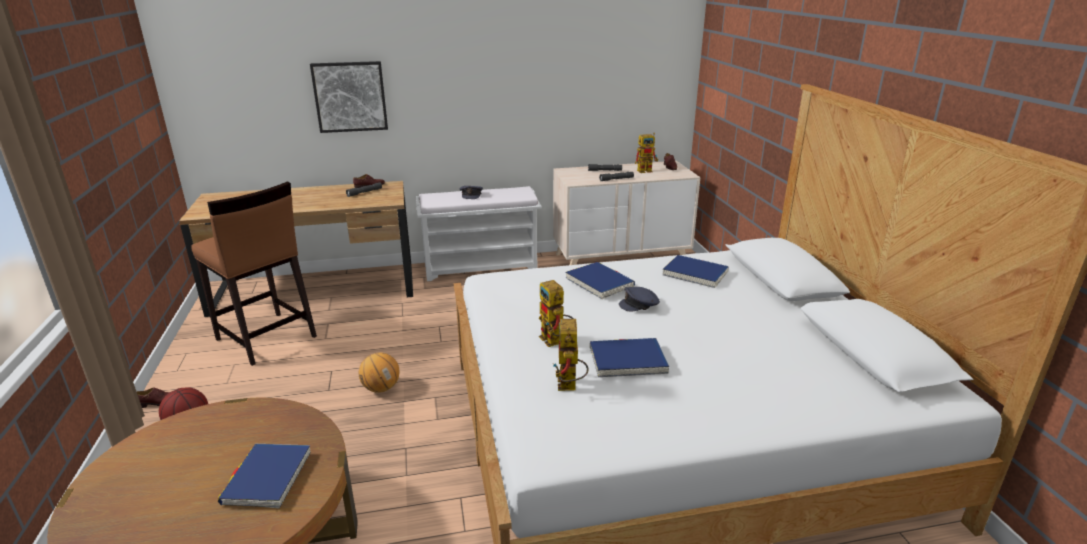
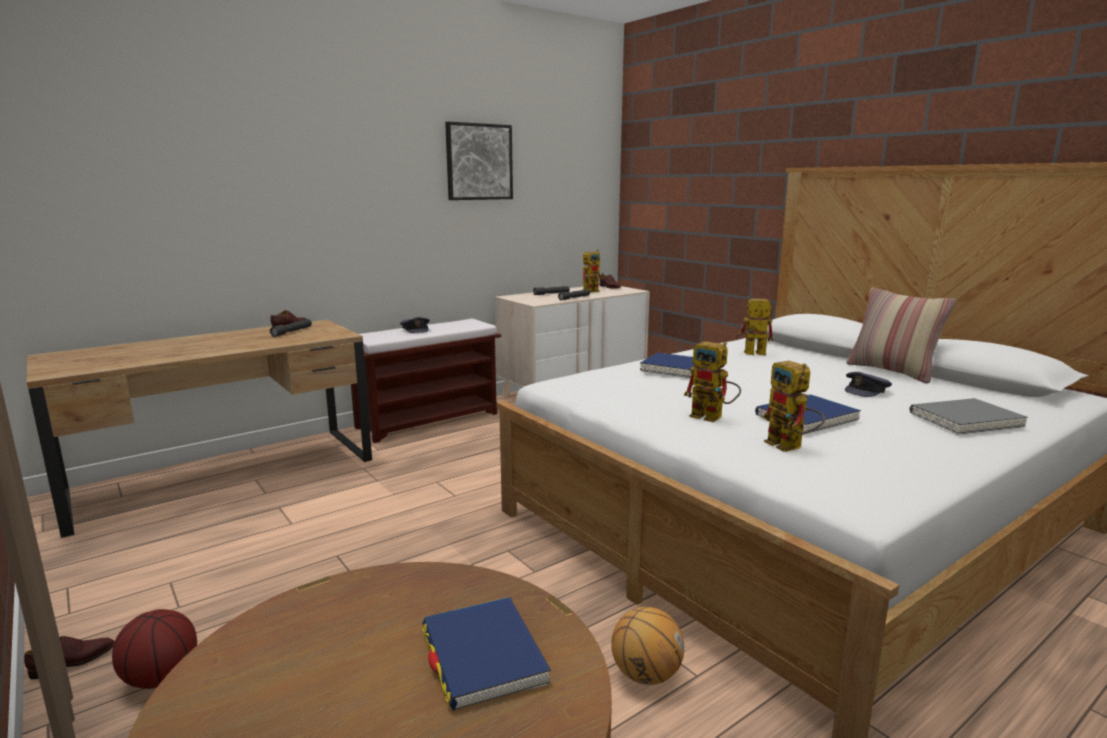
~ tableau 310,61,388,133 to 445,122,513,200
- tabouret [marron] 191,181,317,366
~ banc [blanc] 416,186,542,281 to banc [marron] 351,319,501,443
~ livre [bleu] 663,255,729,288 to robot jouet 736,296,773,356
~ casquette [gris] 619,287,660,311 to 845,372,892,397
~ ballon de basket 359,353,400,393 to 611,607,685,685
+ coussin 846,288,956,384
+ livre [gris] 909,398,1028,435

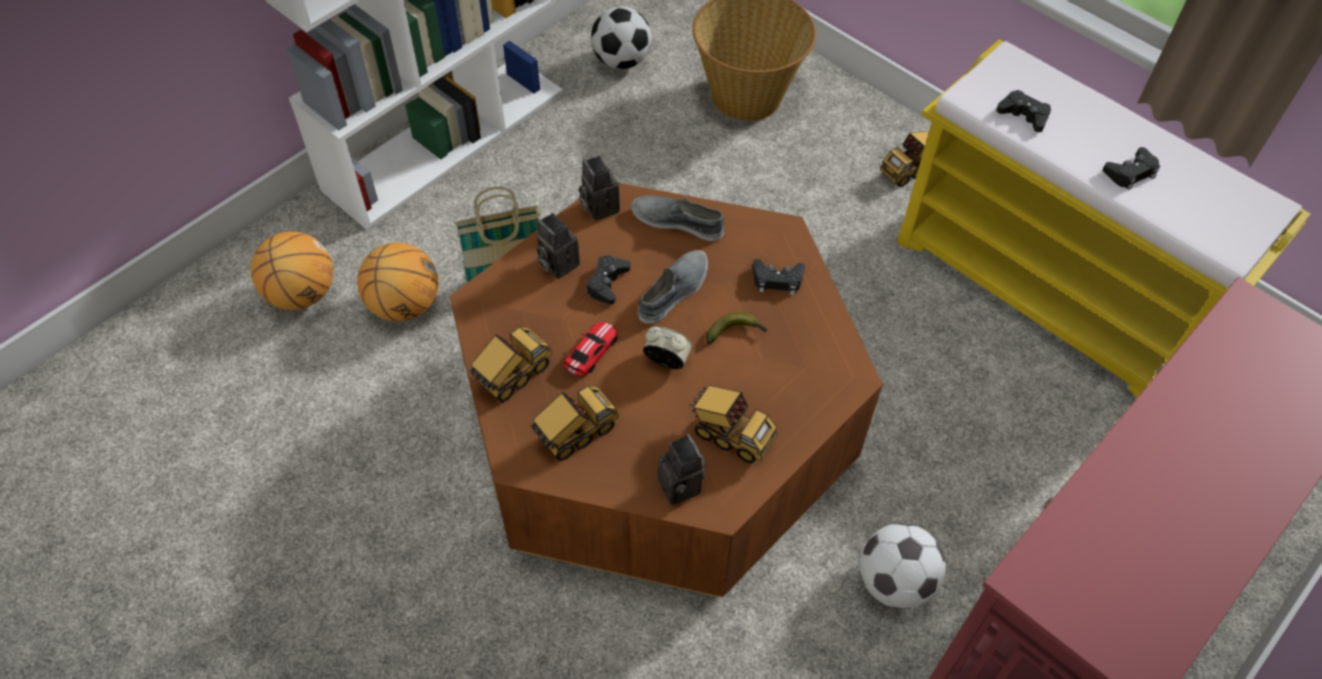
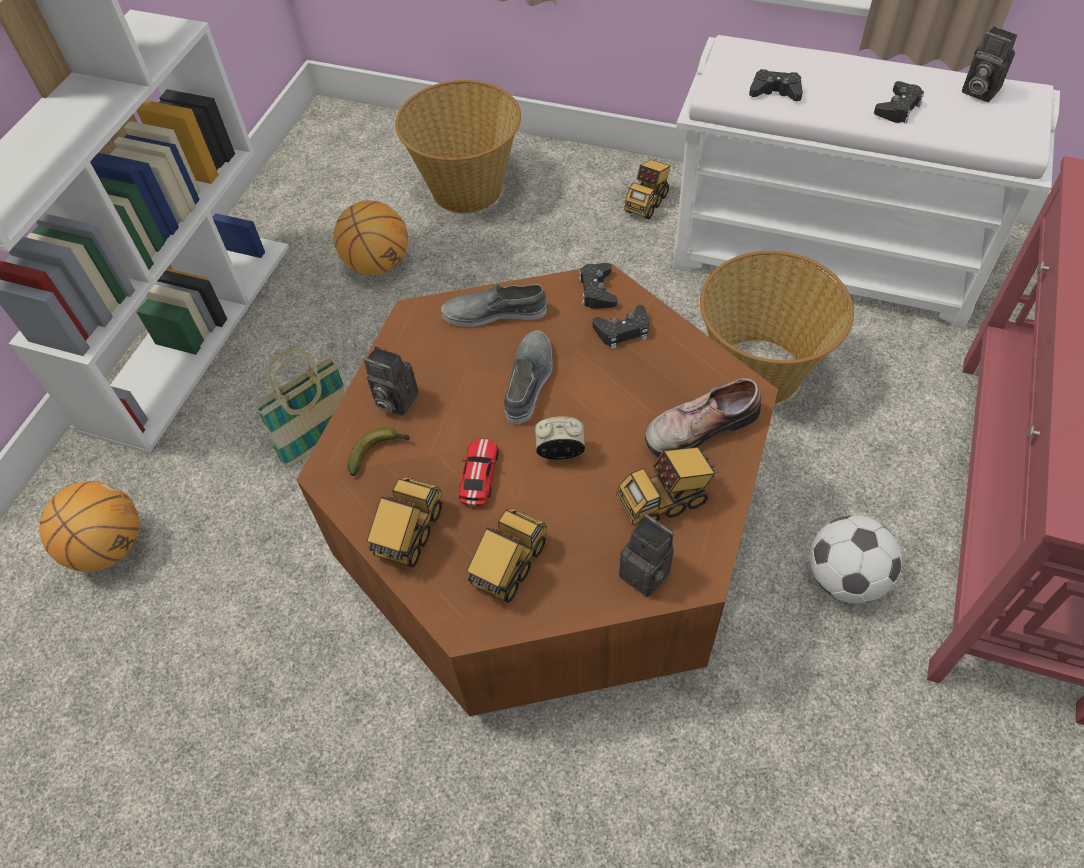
- ballon de foot 591,6,652,69
~ banc [jaune] 897,39,1310,398 to banc [blanc] 673,35,1060,329
~ appareil photo 579,156,620,221 to 962,27,1017,102
~ ballon de basket 357,243,438,321 to 334,201,408,275
~ manette [noir] 586,255,631,305 to 579,263,618,309
~ banane 706,312,768,344 to 347,427,410,476
~ camion jouet 690,385,778,464 = 616,447,719,525 150 degrees clockwise
+ panier 700,251,854,404
+ chaussure 645,378,761,457

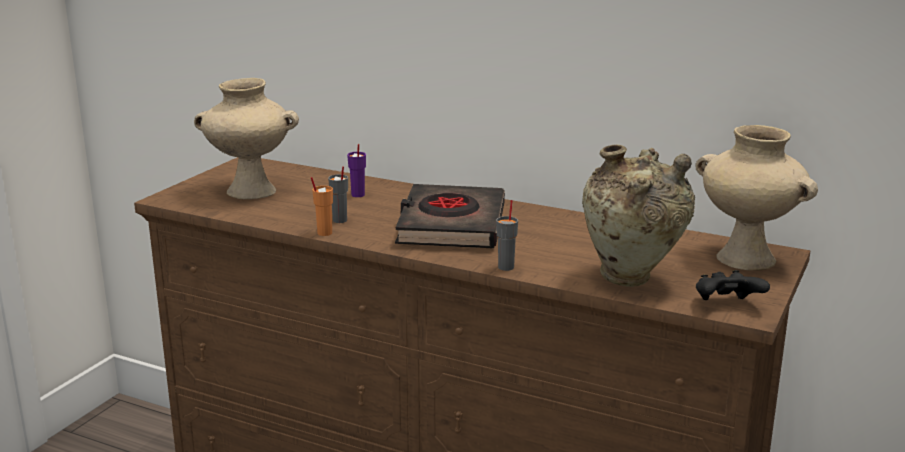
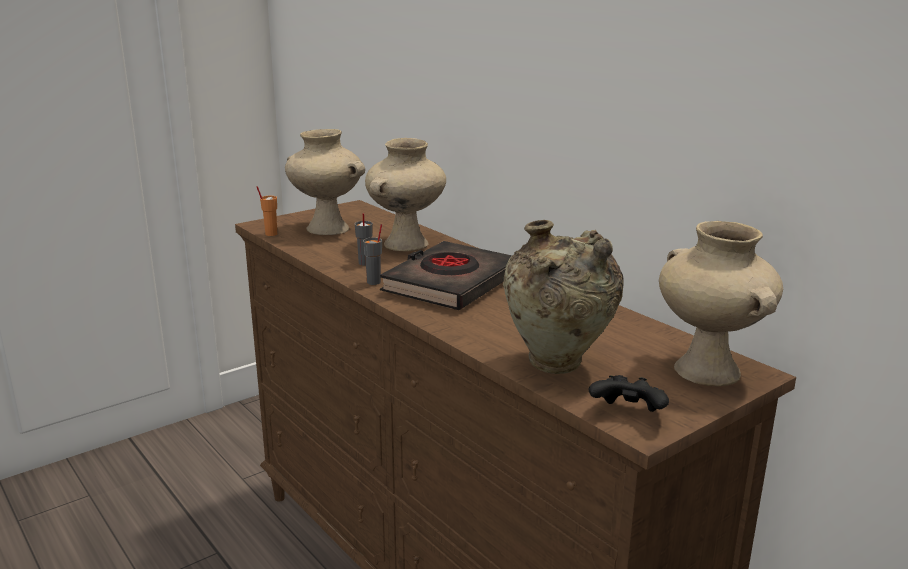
~ tasse [violet] 347,144,366,197 to vase [beige] 365,138,446,251
~ tasse [orange] 311,177,333,236 to 256,186,277,236
~ tasse [gris] 496,200,518,271 to 363,224,382,285

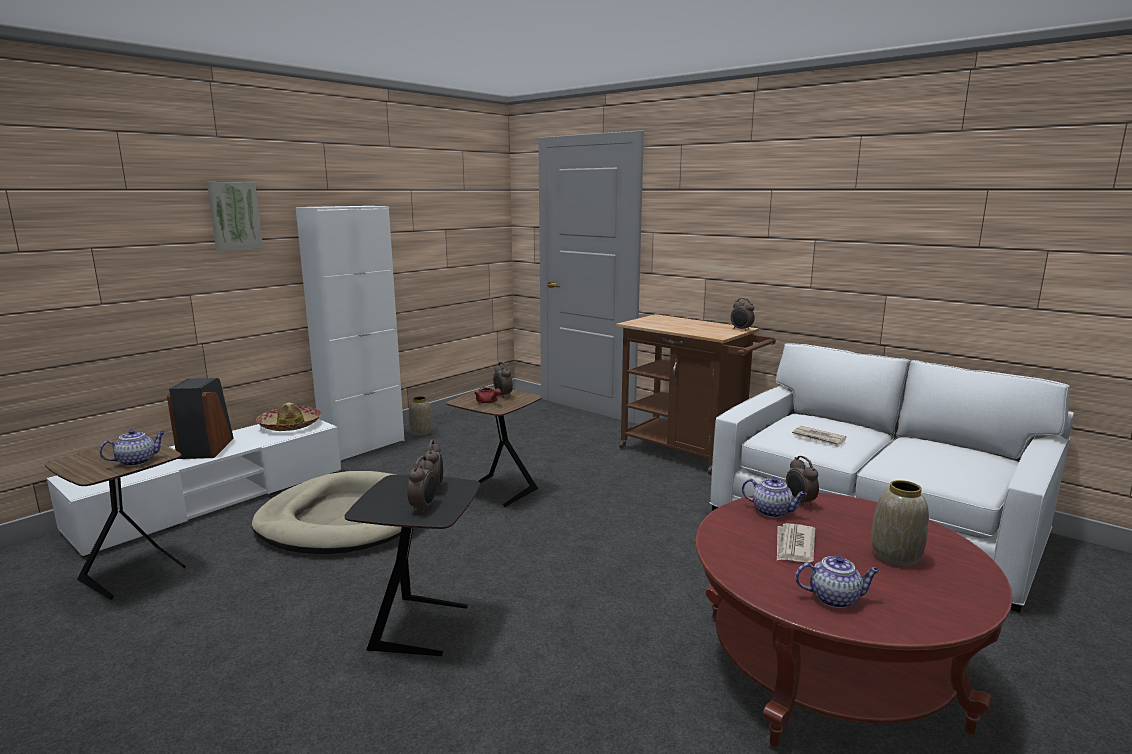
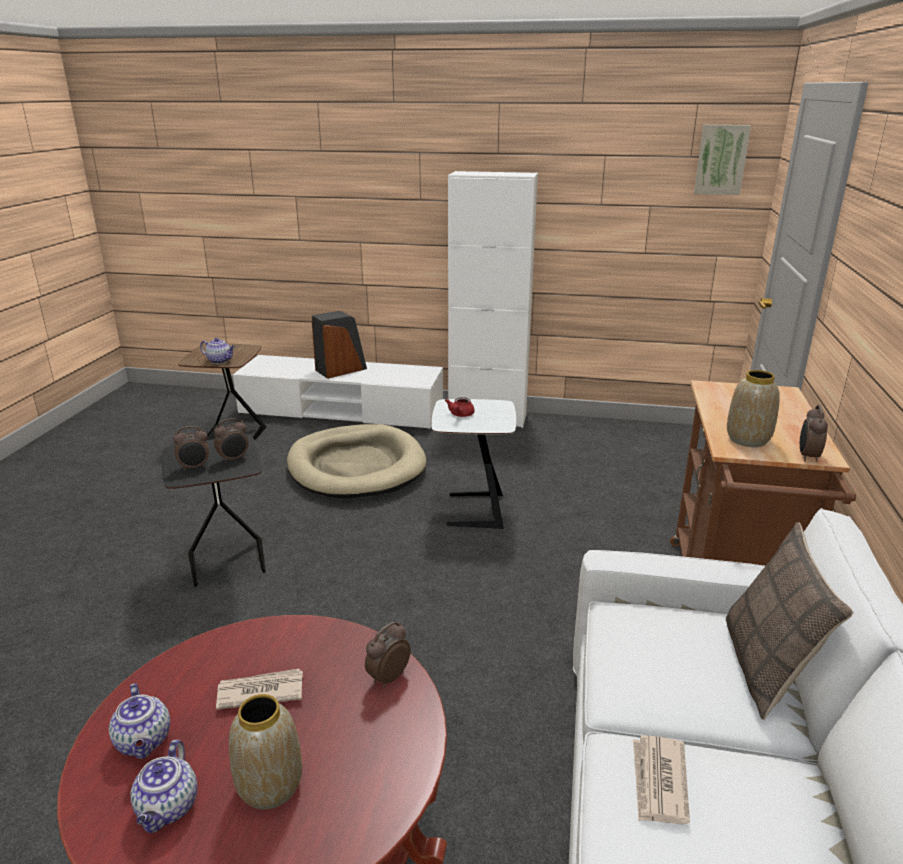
~ tableau 207,182,263,251 to 694,125,751,195
- réveil 493,362,513,398
~ table d'appoint [marron] 446,386,542,507 to table d'appoint [blanc] 432,399,516,529
~ vase 409,396,433,436 to 727,370,780,447
- chapeau 256,403,321,431
~ journal 792,426,847,447 to 633,735,690,825
~ théière 742,477,807,518 to 131,740,197,833
+ coussin 726,522,853,720

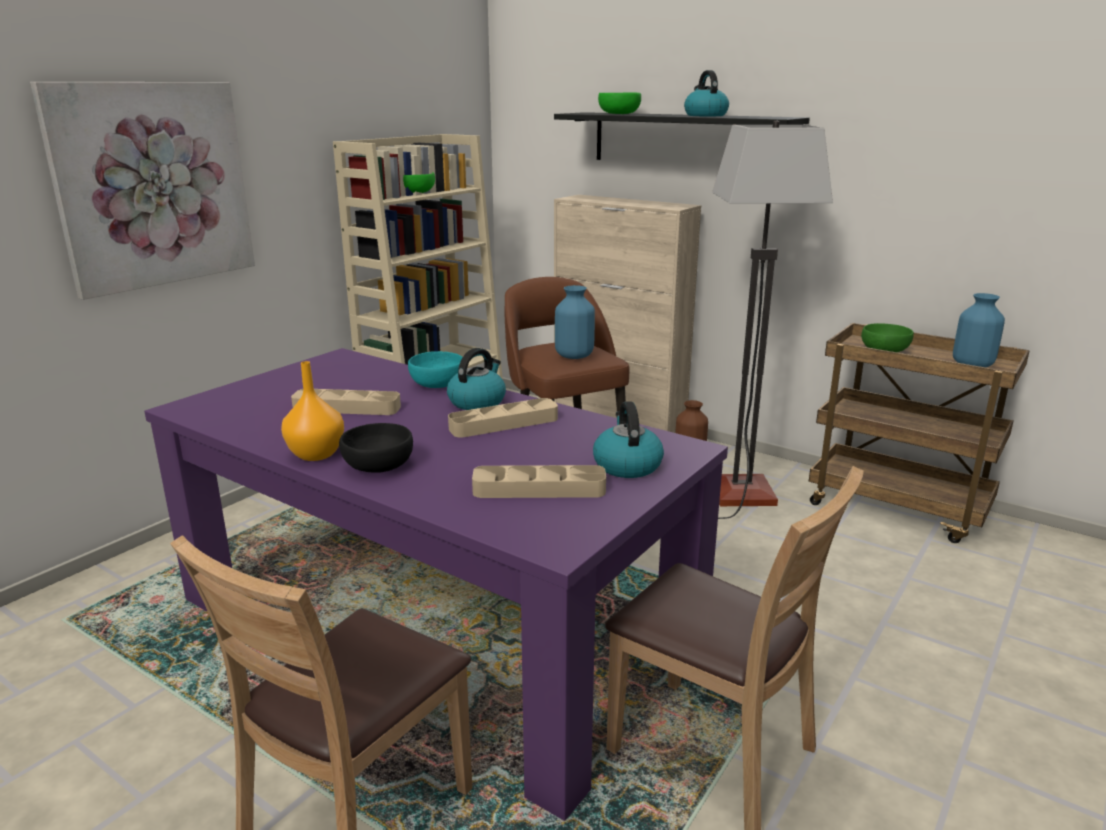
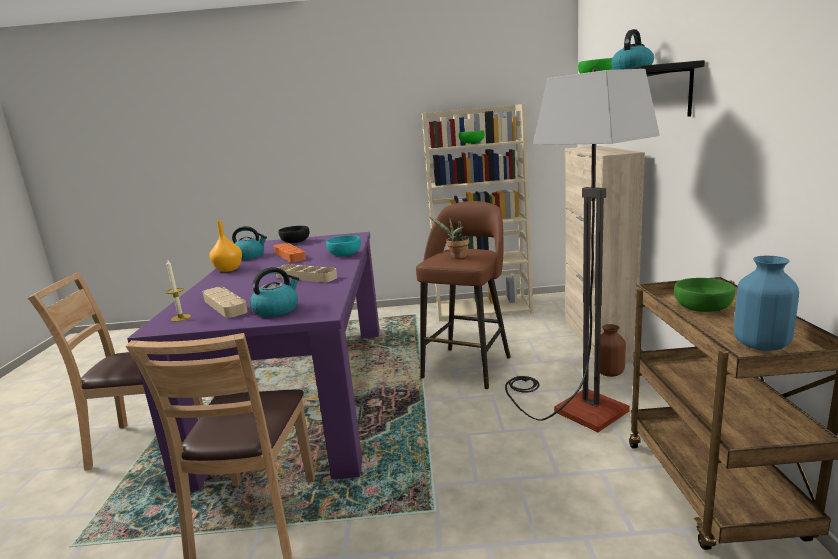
- tableau 30,82,255,300
~ vase [bleu] 555,285,595,359 to plante en pot 431,217,469,259
~ bouilloire 447,348,506,410 to 232,226,267,260
~ plateau [beige] 291,389,401,415 to plateau [orange] 274,243,306,262
~ bol [noir] 339,423,413,473 to 278,226,309,243
+ bougie 166,259,191,322

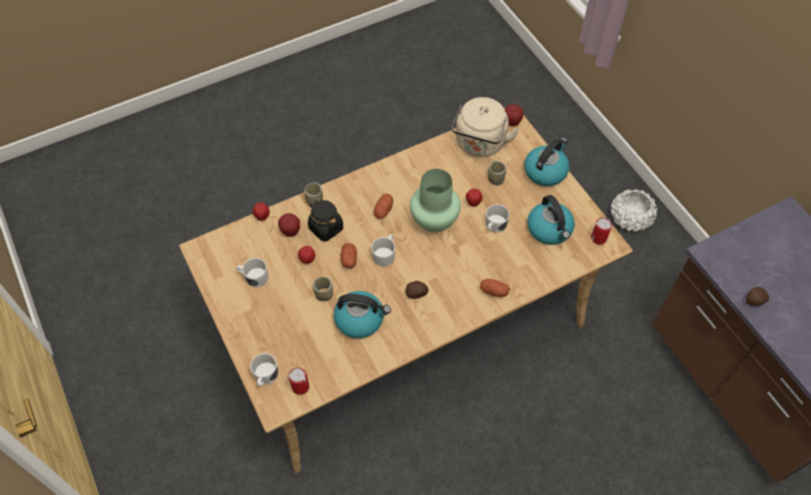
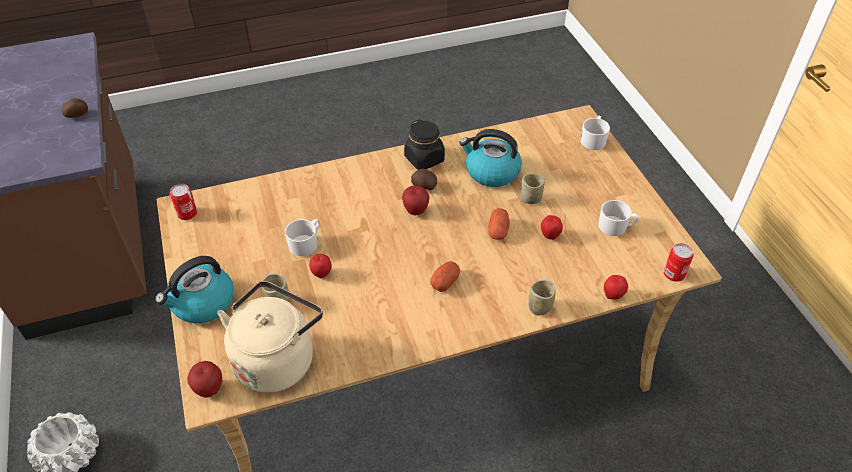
- vase [vert] 410,169,461,233
- bouilloire 527,195,575,245
~ bocal [noir] 308,200,343,241 to 404,119,445,170
~ pomme 278,213,300,237 to 402,186,429,215
- mug [blanc] 371,235,395,266
- pomme de terre 480,279,510,297
~ boîte métallique 288,367,310,395 to 664,243,694,282

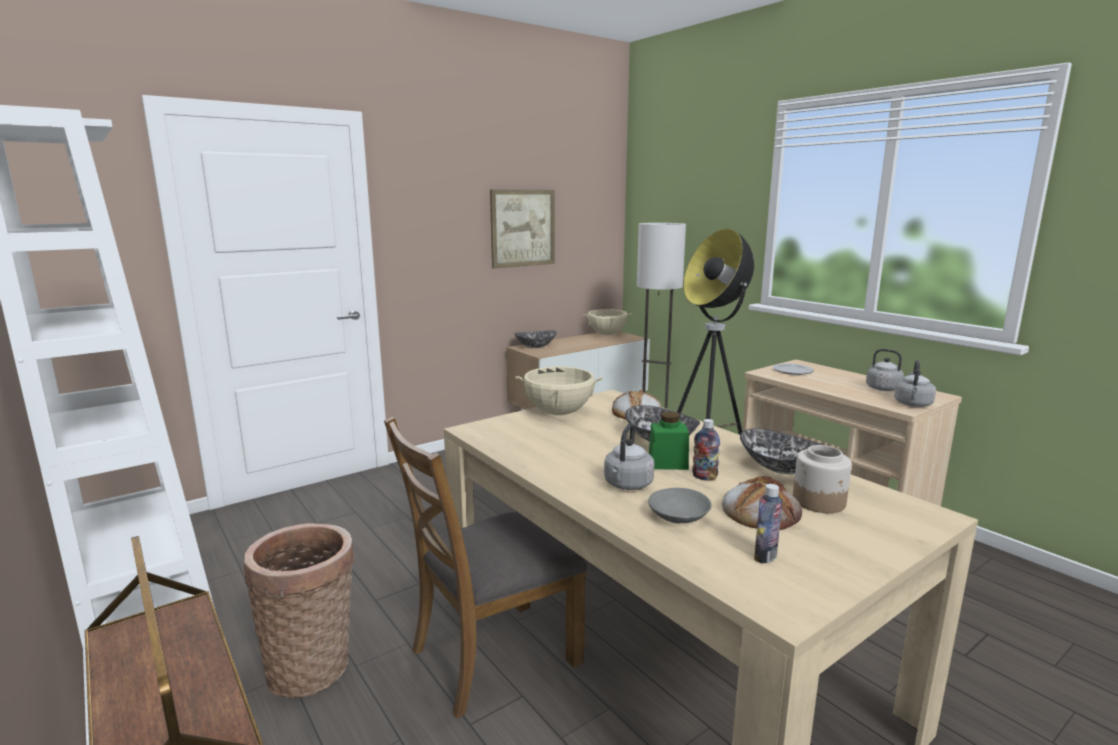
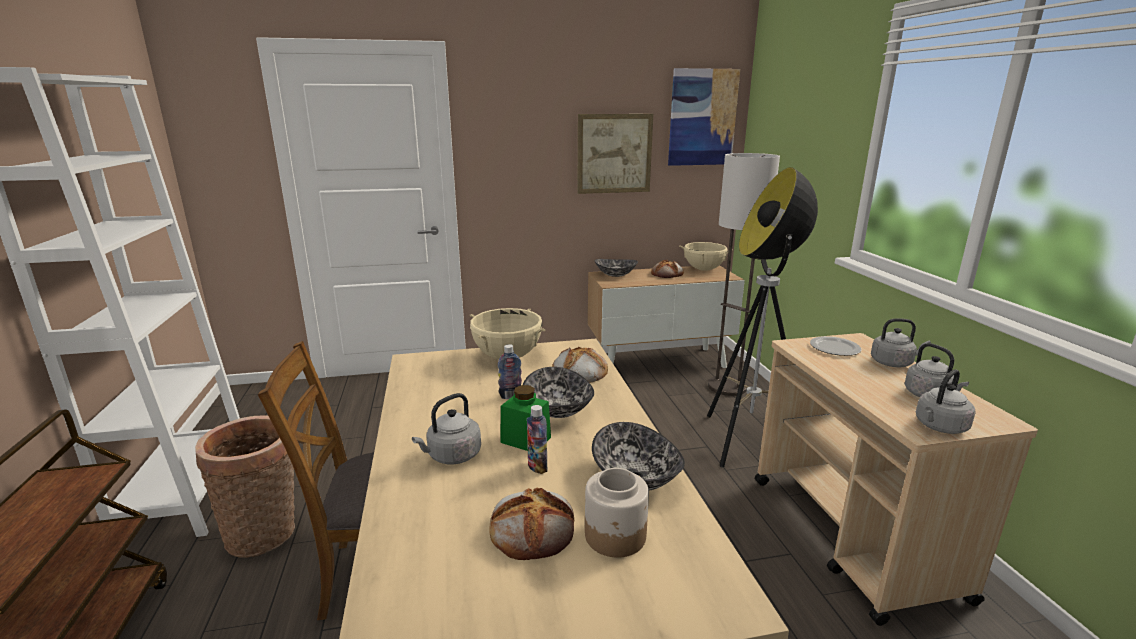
~ bouteille 754,484,782,564 to 498,344,522,399
- bol [gris] 648,488,712,523
+ tableau 668,68,740,166
+ pain 651,259,684,278
+ bouilloire [gris] 871,318,931,367

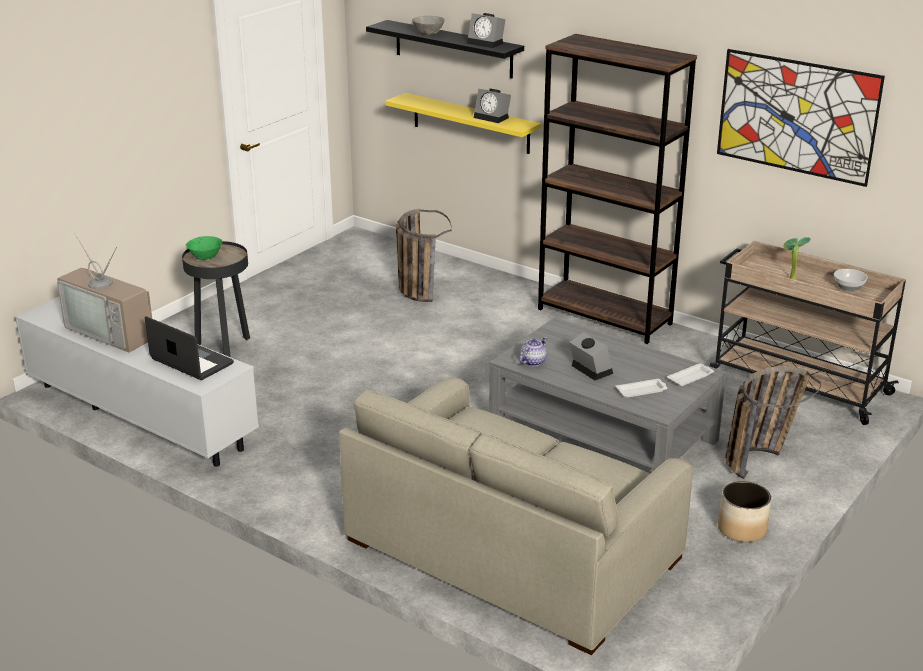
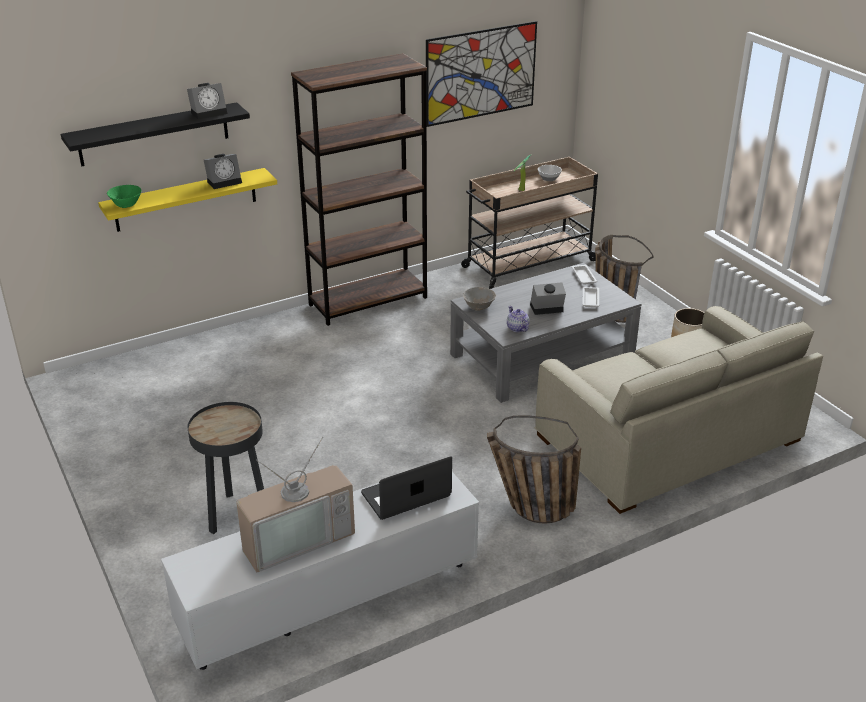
~ bol [gris] 412,16,445,35 to 463,287,496,311
~ panier 396,209,452,302 to 487,416,581,524
~ bol [vert] 186,236,222,260 to 107,185,141,208

